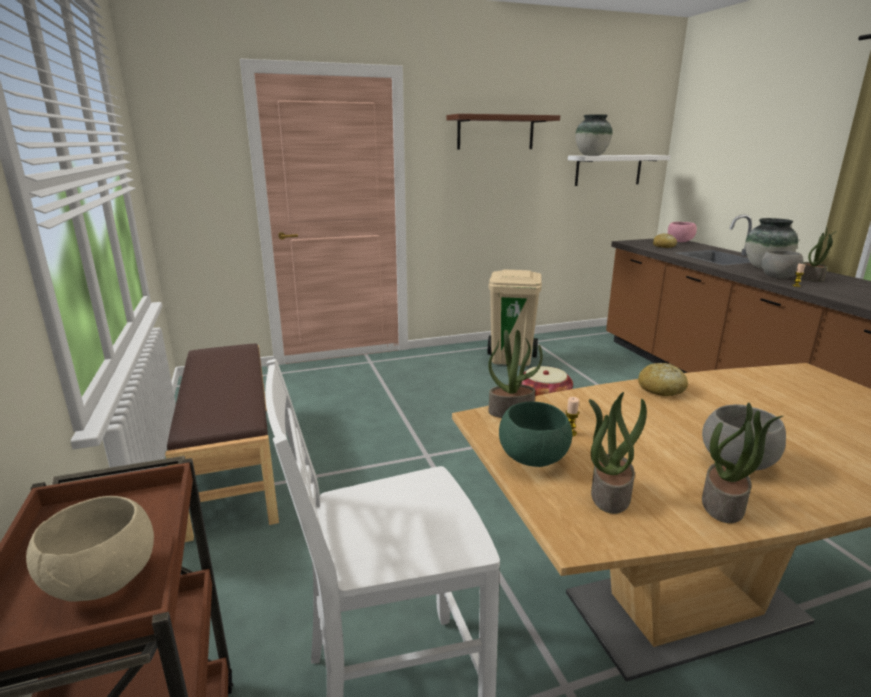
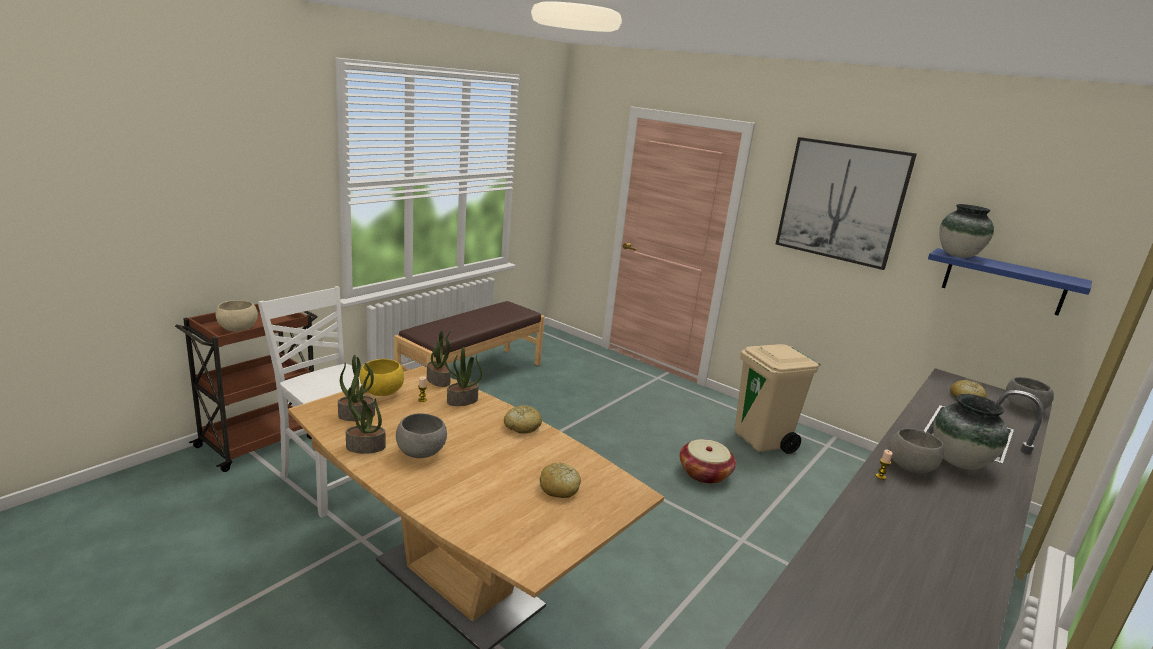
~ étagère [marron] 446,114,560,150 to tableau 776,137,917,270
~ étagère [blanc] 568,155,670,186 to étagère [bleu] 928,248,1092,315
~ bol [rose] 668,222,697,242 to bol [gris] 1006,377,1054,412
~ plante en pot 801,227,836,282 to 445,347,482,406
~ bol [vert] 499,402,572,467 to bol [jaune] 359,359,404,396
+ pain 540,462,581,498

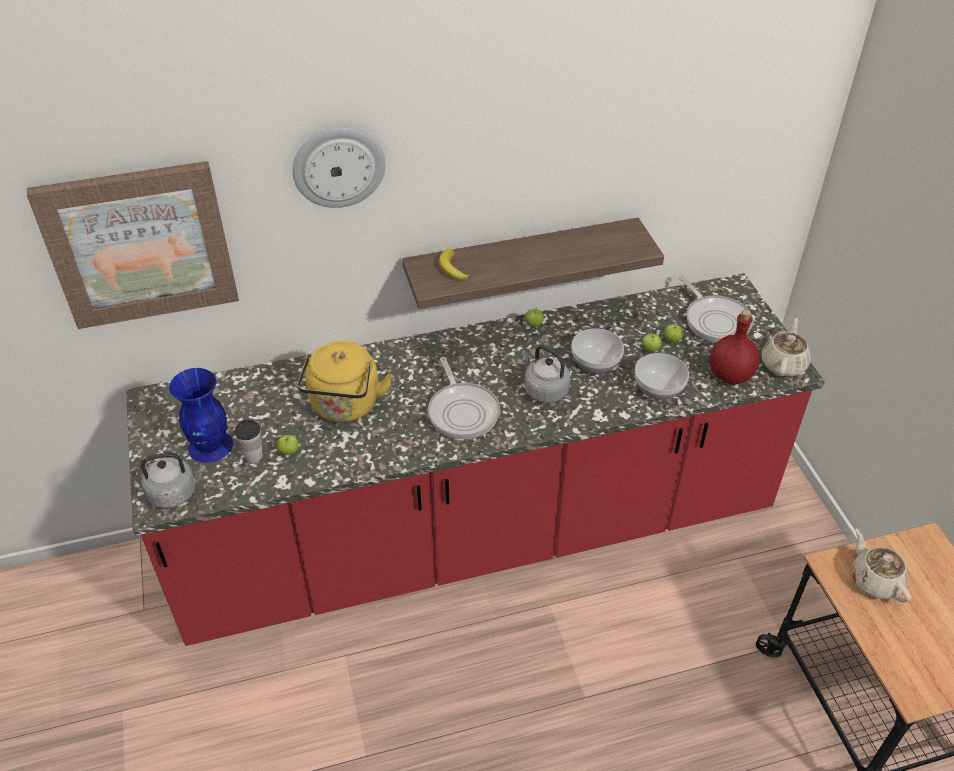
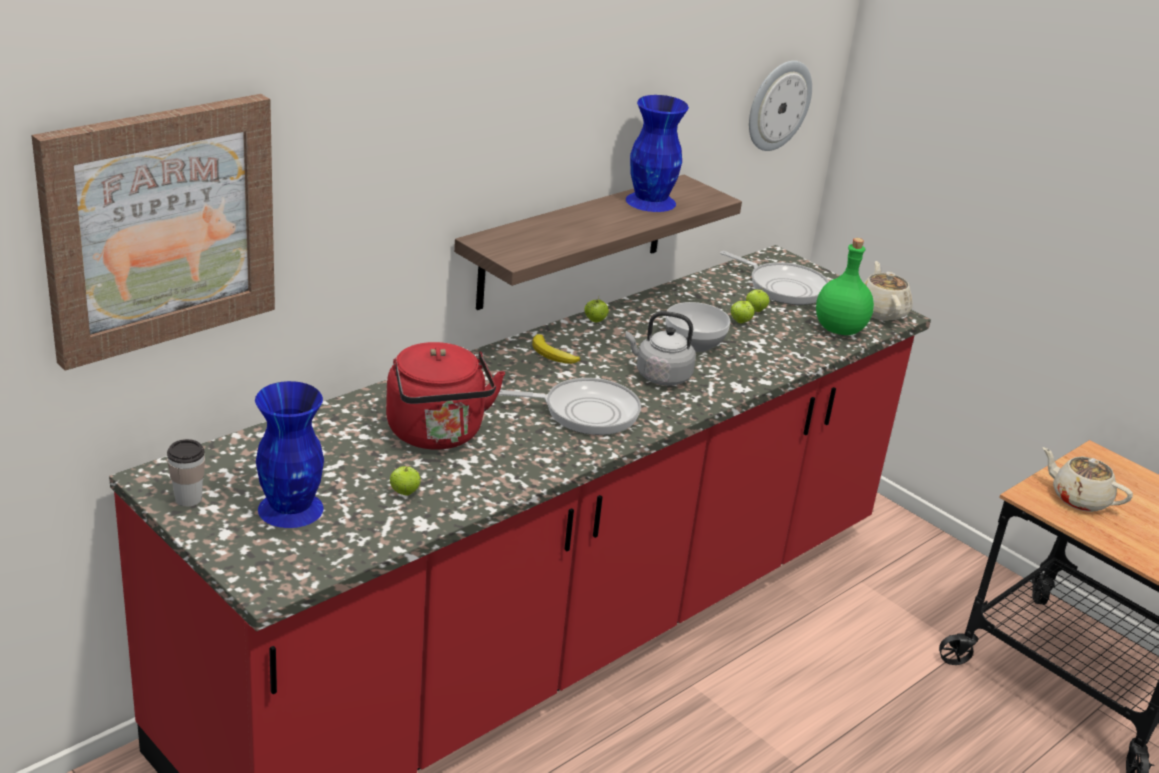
~ horloge murale 292,127,386,208 to 749,61,812,151
~ banane 439,249,470,280 to 532,334,580,364
~ bouteille [rouge] 709,310,760,384 to bouteille [vert] 816,238,874,335
~ bouilloire [jaune] 297,341,393,422 to bouilloire [rouge] 386,342,505,450
- bol 635,353,689,400
~ poêle 428,357,500,439 = 498,378,641,435 45 degrees counterclockwise
~ tasse 235,419,263,463 to 167,439,205,507
- bouilloire [gris] 141,452,206,508
+ vase [bleu] 626,95,689,212

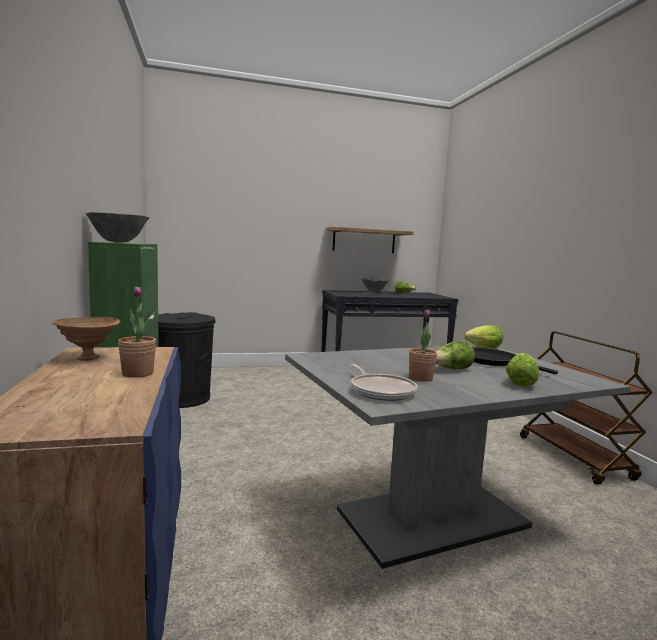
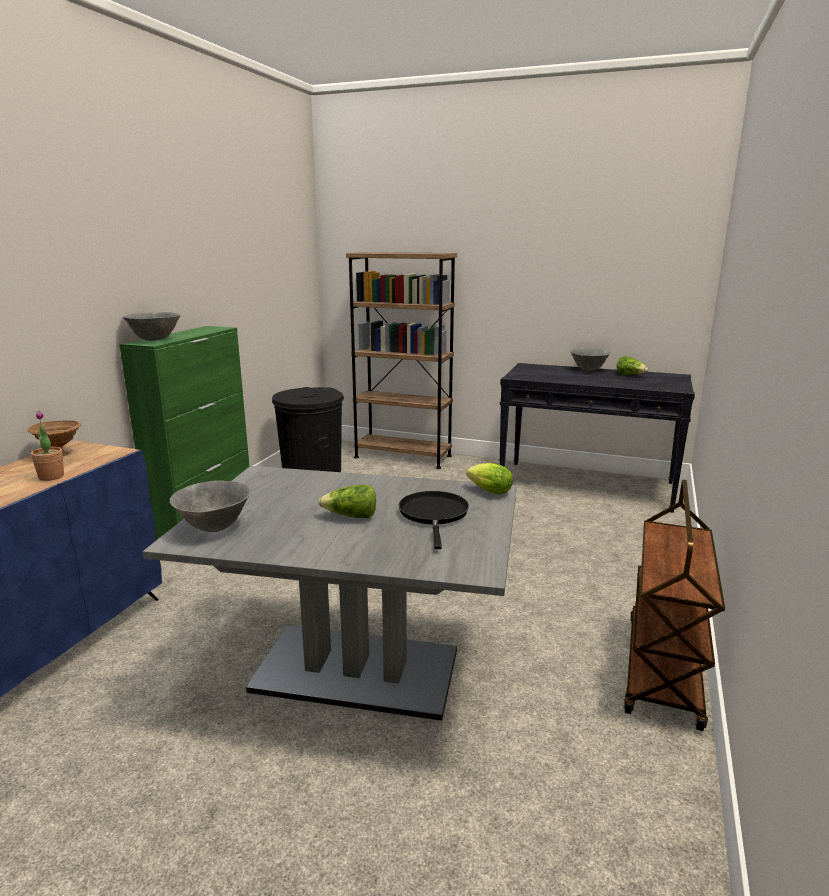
- étagère 325,227,414,253
- plante en pot 409,310,437,382
- laitue 506,353,539,387
~ poêle 351,364,417,401 to bol [gris] 170,480,251,532
+ bibliothèque [marron] 346,252,457,469

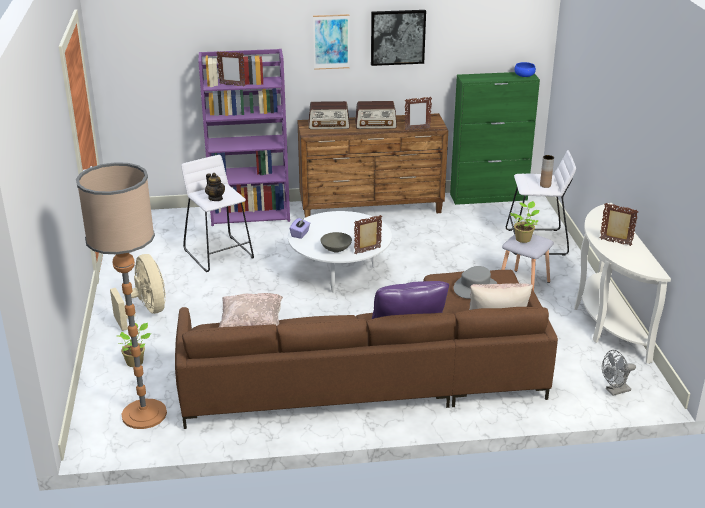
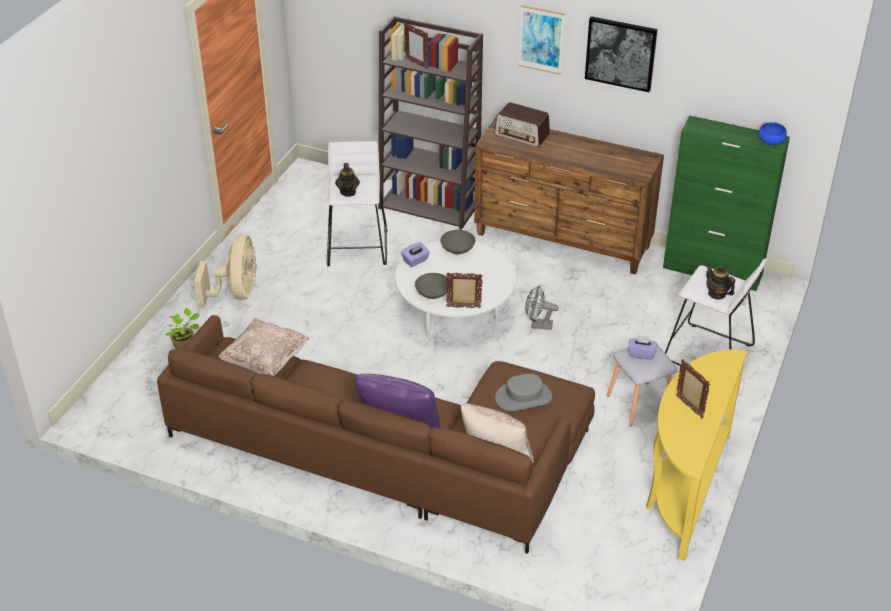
~ bibliothèque [violet] 198,49,290,226 to bibliothèque [marron] 378,16,483,230
- cadre photo 405,97,432,130
- radio 355,101,397,129
~ vase [marron] 540,155,554,188 to théière 706,265,735,299
- lampadaire 76,162,167,429
~ plante en pot 510,201,539,243 to boîte à mouchoirs [violet] 628,335,657,360
~ table console [blanc] 574,203,671,364 to table console [jaune] 646,350,747,560
~ ventilateur [gris] 602,350,636,396 to 525,285,559,330
+ bol [gris] 441,230,475,254

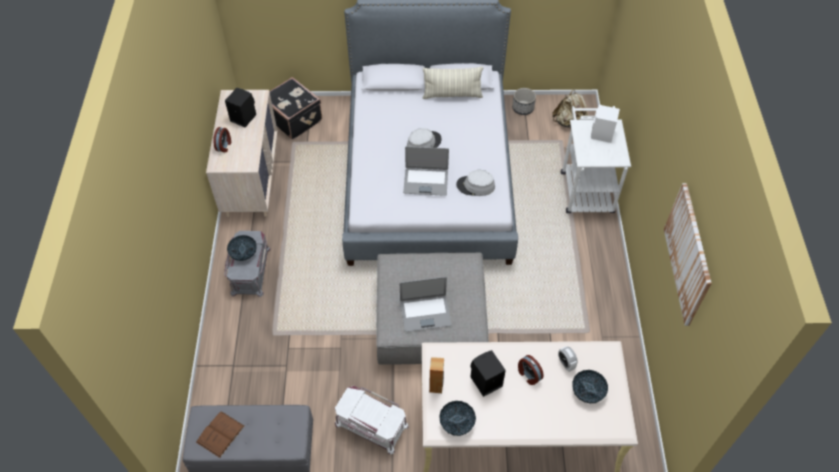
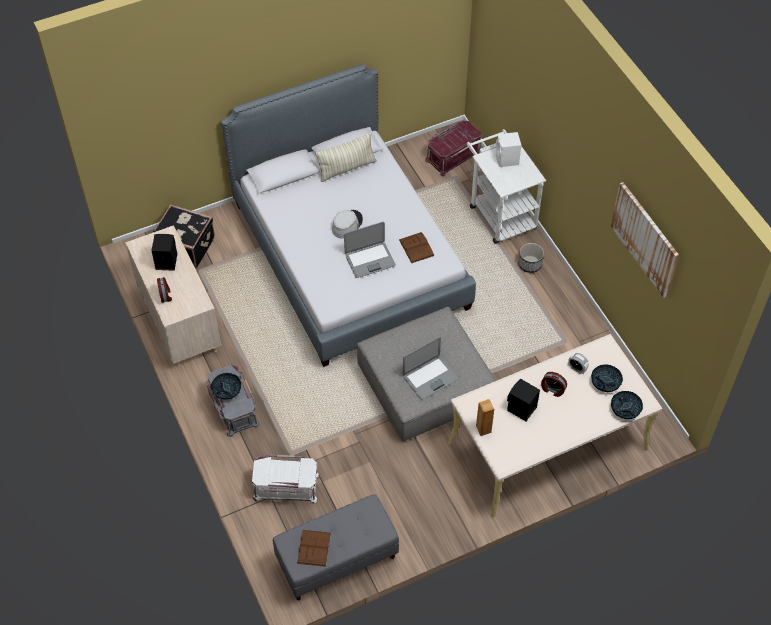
~ cache-pot 512,88,536,115 to 518,243,544,273
~ sac à dos [beige] 552,90,588,128 to boîte de rangement [rouge] 425,121,481,176
~ chapeau [gris] 456,170,495,196 to livre [marron] 399,232,435,263
~ boîte de rangement [blanc] 335,386,409,454 to 252,455,320,504
~ bol 439,401,476,436 to 611,391,643,419

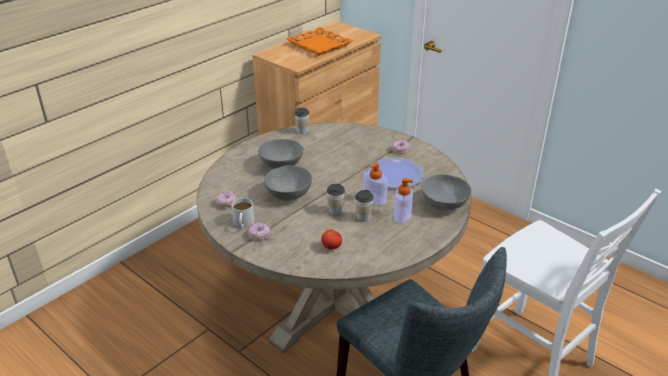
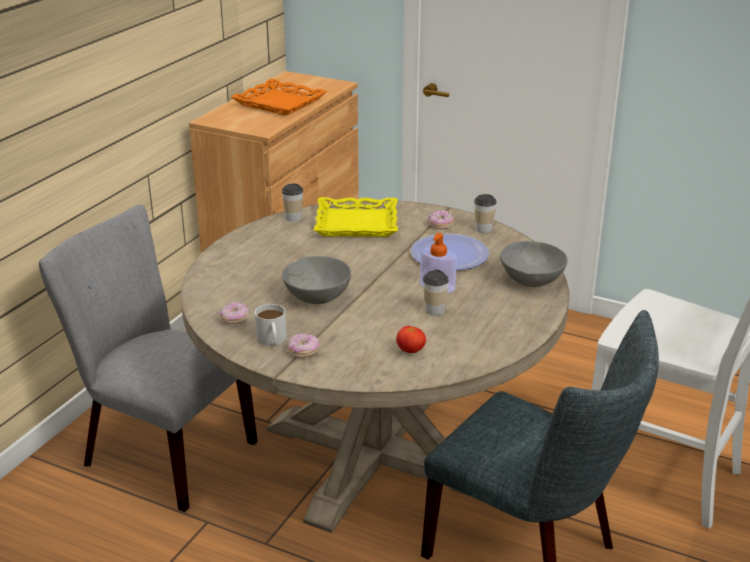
- bol [gris] 258,139,304,169
- distributeur de savon 394,178,413,223
~ tasse 327,184,345,215 to 474,194,496,233
+ plateau [jaune] 314,197,398,237
+ chaise [gris] 39,205,258,512

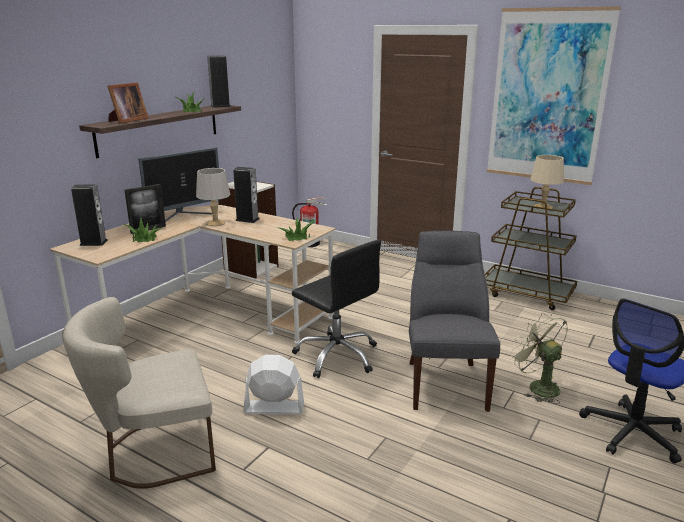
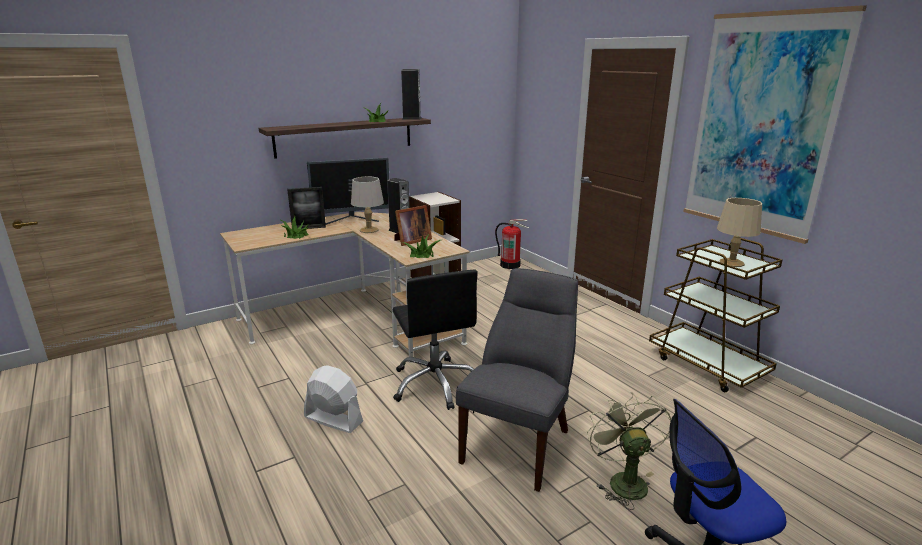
~ cadre photo 107,83,148,123 to 394,205,432,246
- enceinte 71,185,108,246
- chaise [beige] 62,297,216,489

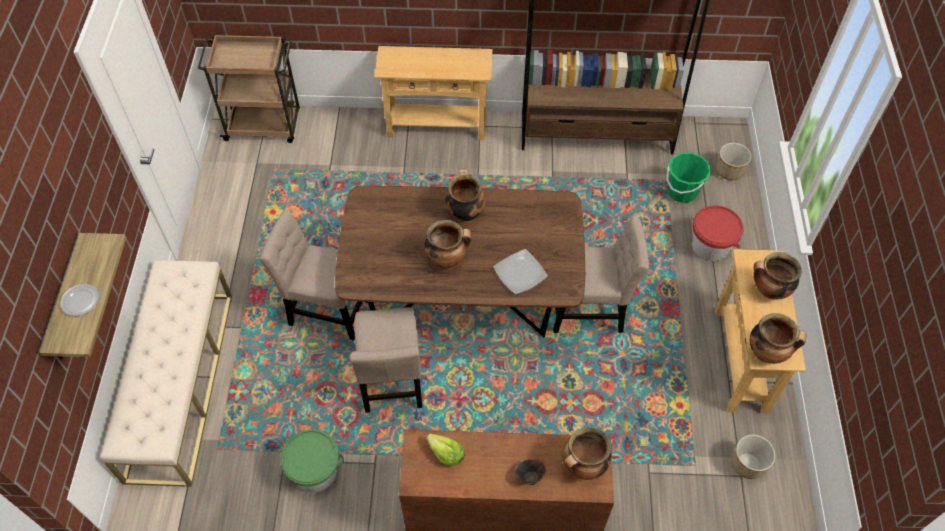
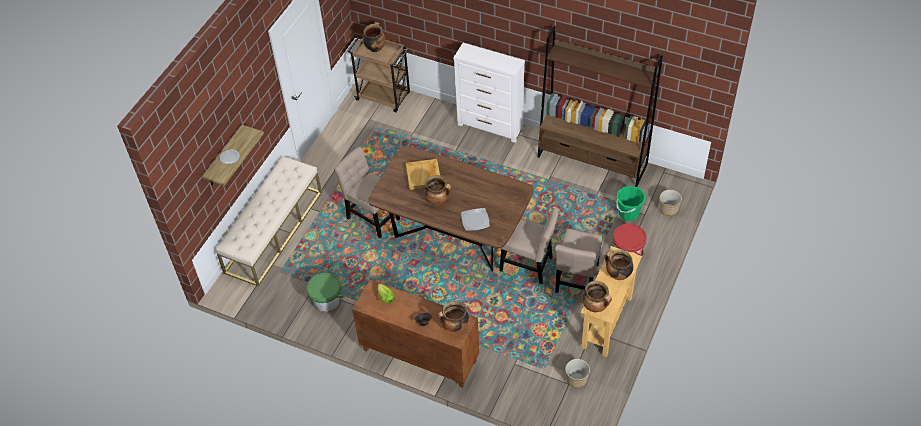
~ table console [beige] 374,46,492,140 to commode [blanc] 453,43,525,143
~ marmite 445,169,486,221 to 363,22,386,52
~ chaise [beige] 349,307,422,413 to 555,229,602,293
+ plateau [beige] 406,159,440,190

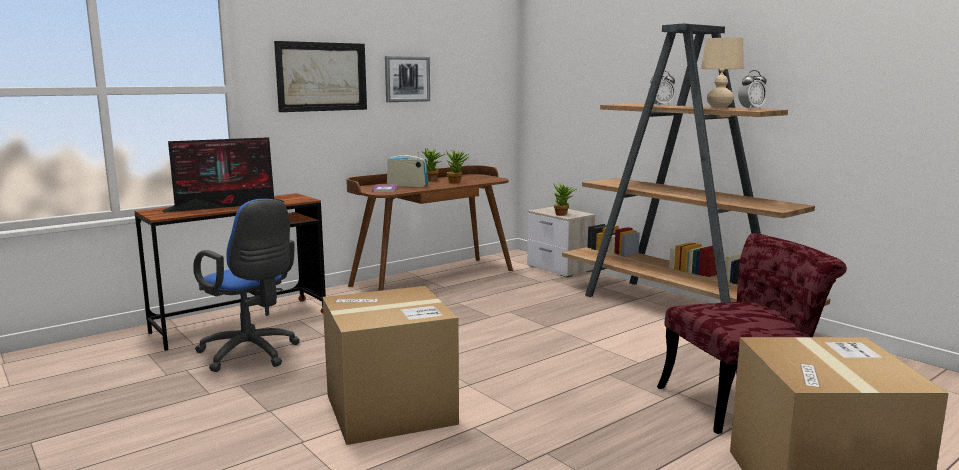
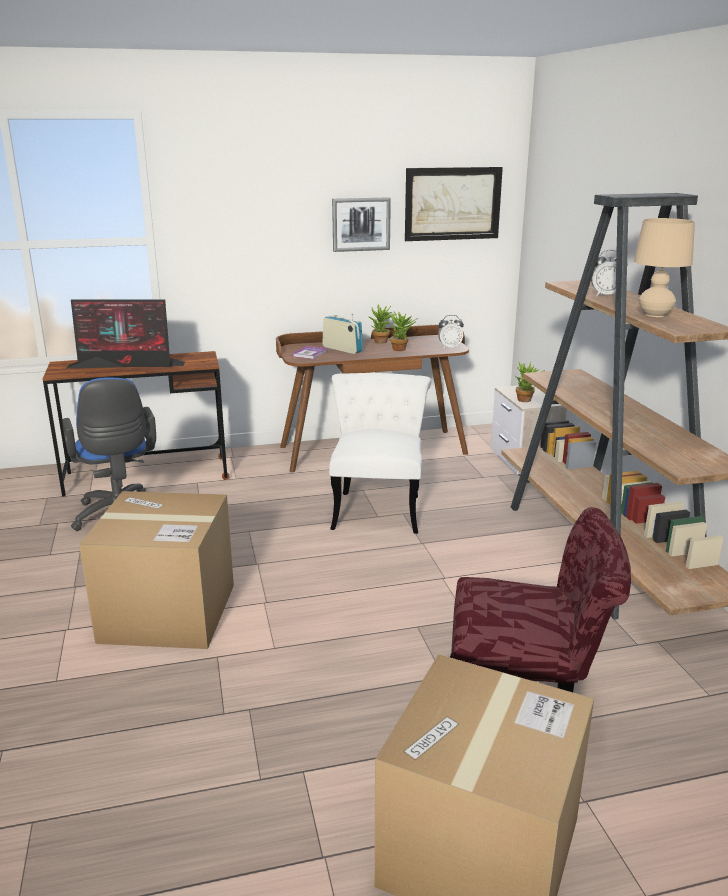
~ tableau 274,41,367,112 to 405,167,503,241
~ réveil 738,70,767,110 to 438,315,464,349
+ chaise [blanc] 329,373,431,534

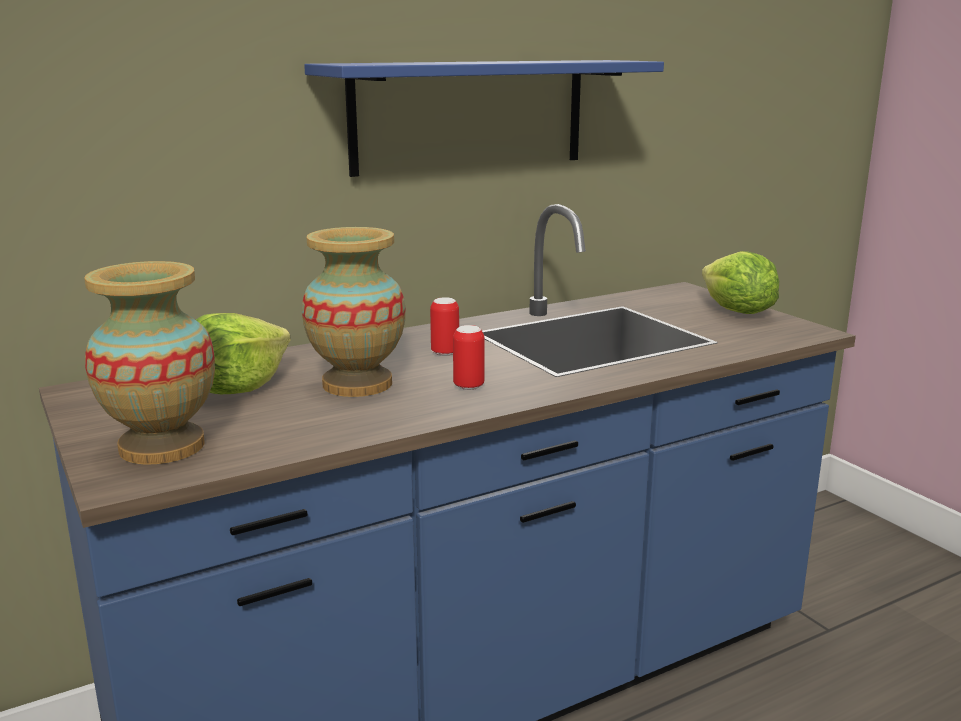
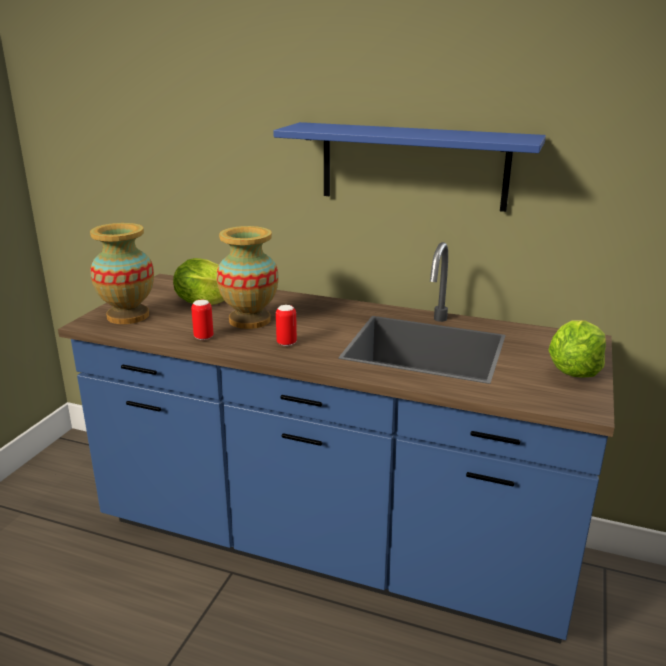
~ boîte métallique 430,297,459,356 to 191,300,214,340

